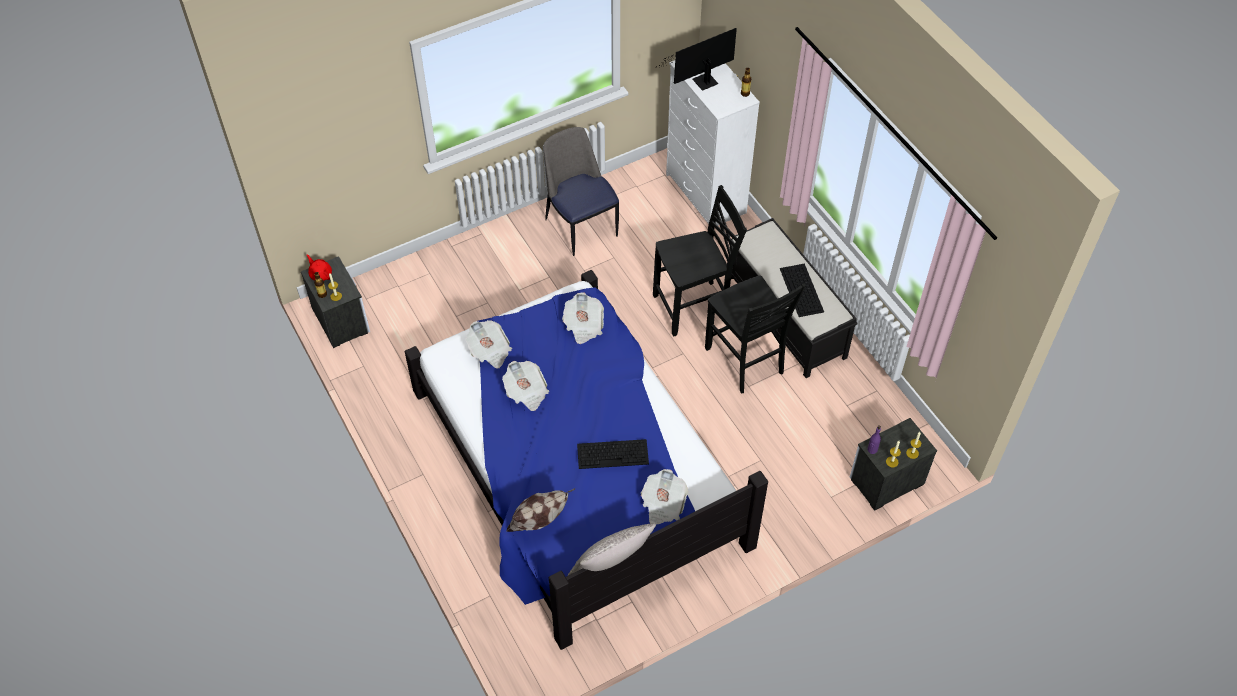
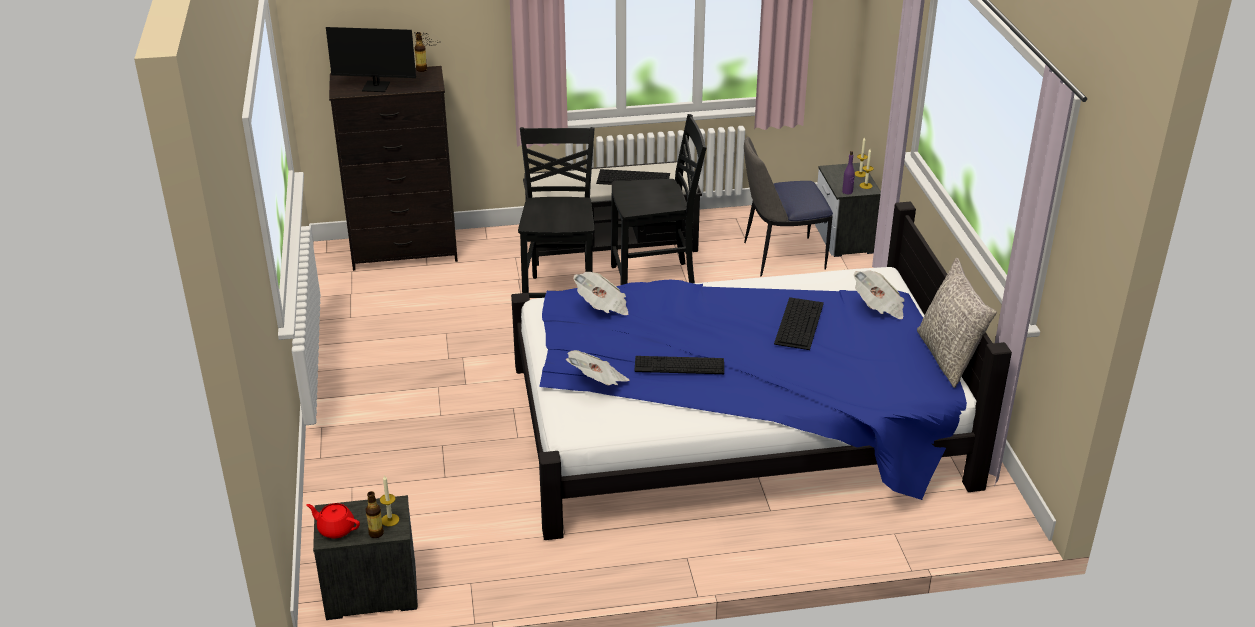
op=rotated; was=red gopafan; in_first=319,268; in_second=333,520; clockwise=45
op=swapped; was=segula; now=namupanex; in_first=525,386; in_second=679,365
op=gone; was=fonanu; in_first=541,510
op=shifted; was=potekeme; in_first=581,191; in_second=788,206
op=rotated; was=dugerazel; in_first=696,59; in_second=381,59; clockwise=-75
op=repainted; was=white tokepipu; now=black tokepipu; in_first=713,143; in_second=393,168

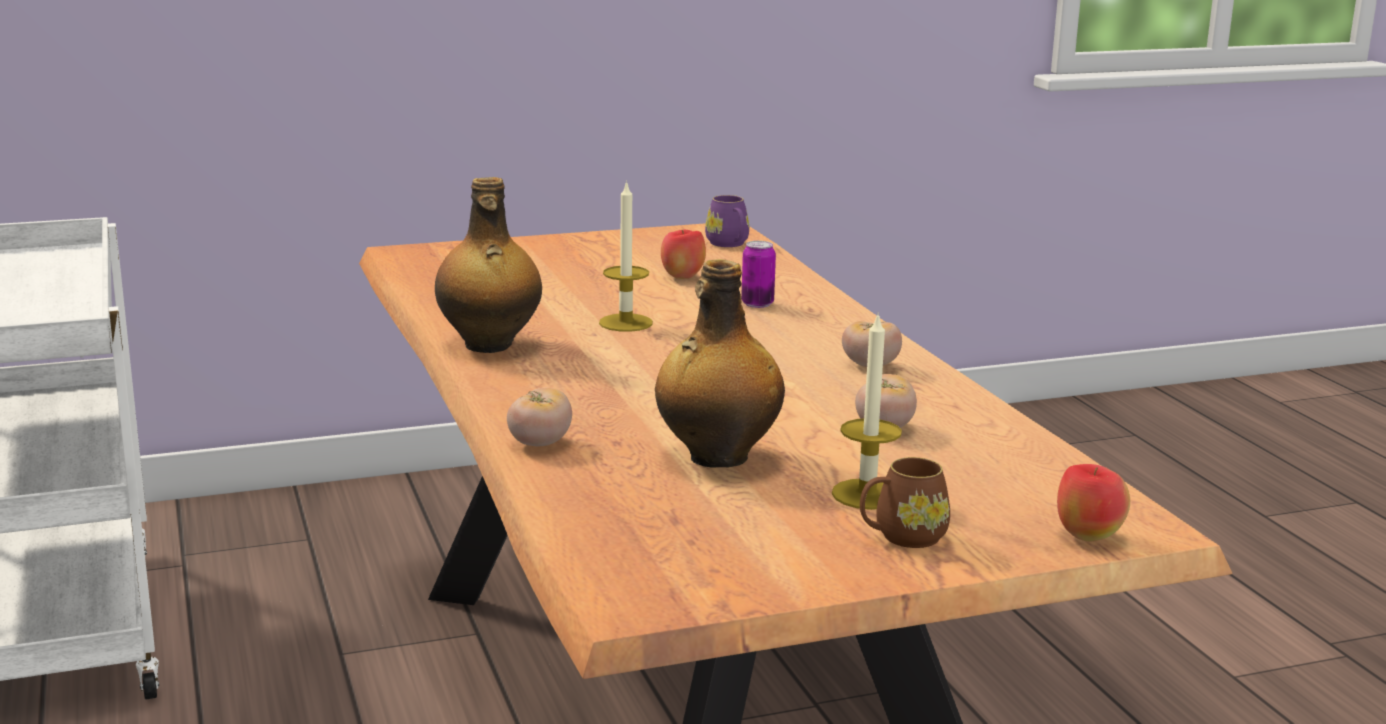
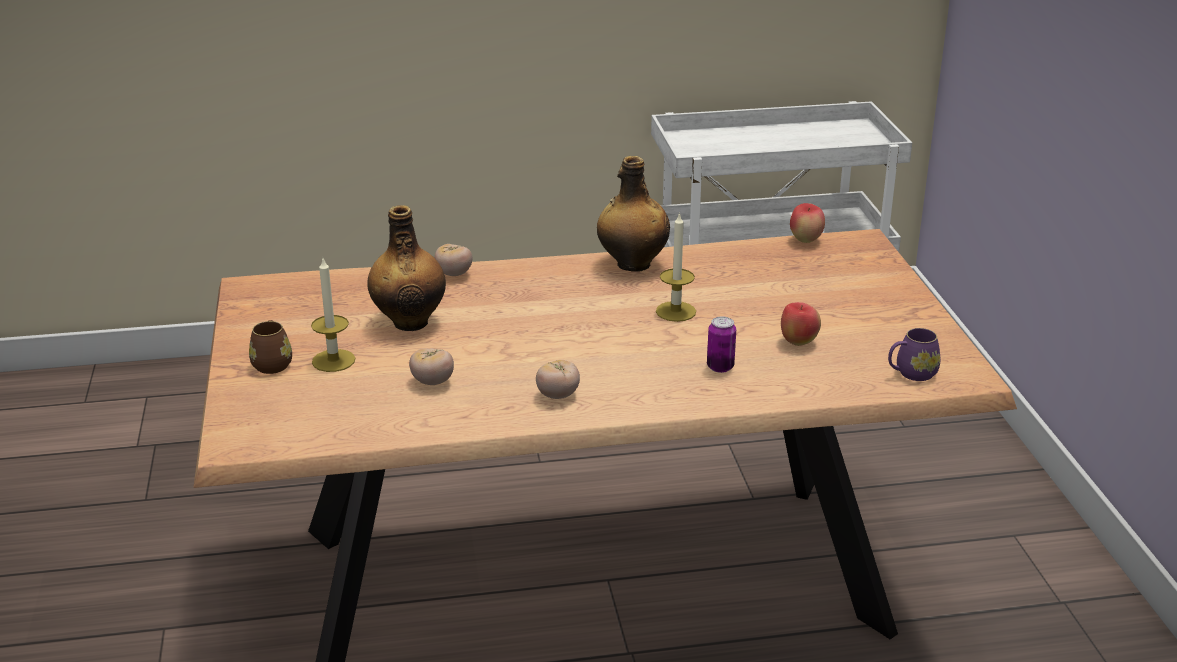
op=shifted; was=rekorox; in_first=1093,503; in_second=807,223

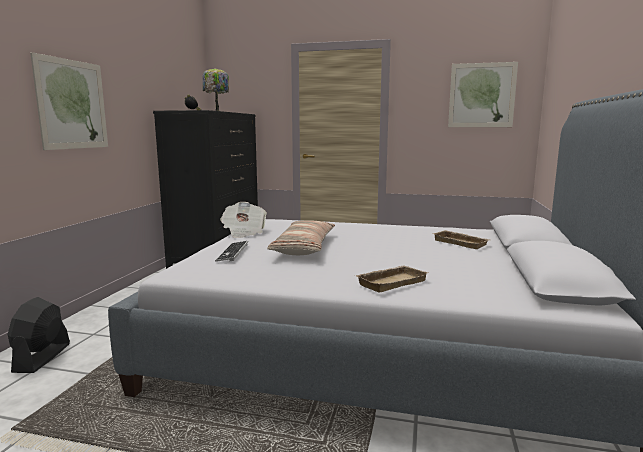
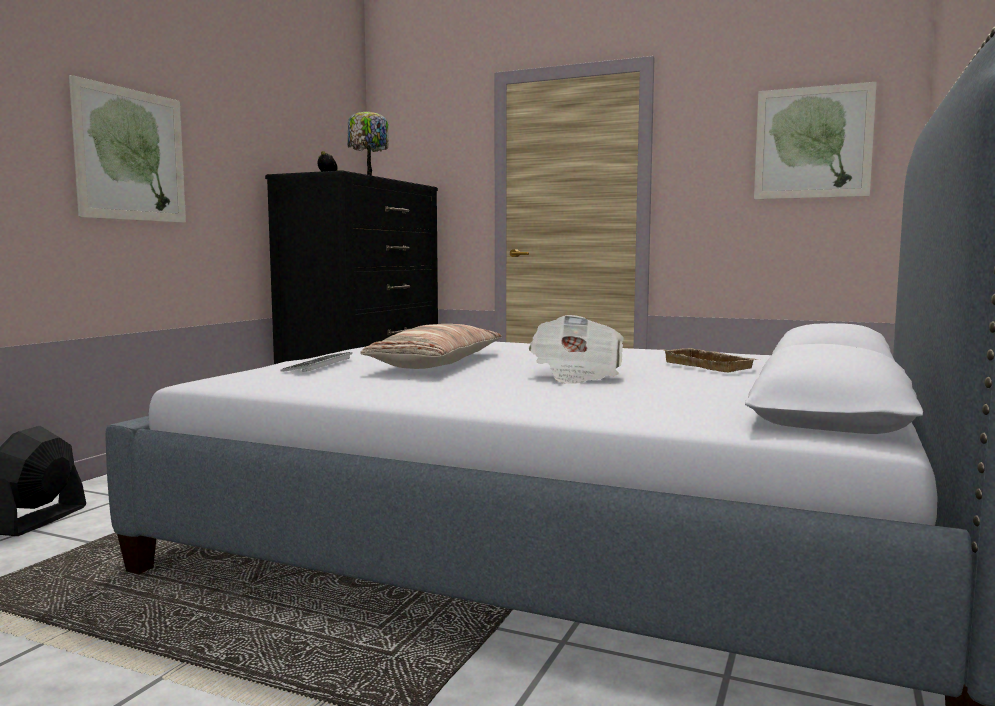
op=shifted; was=segula; in_first=243,220; in_second=576,349
op=gone; was=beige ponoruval; in_first=391,279

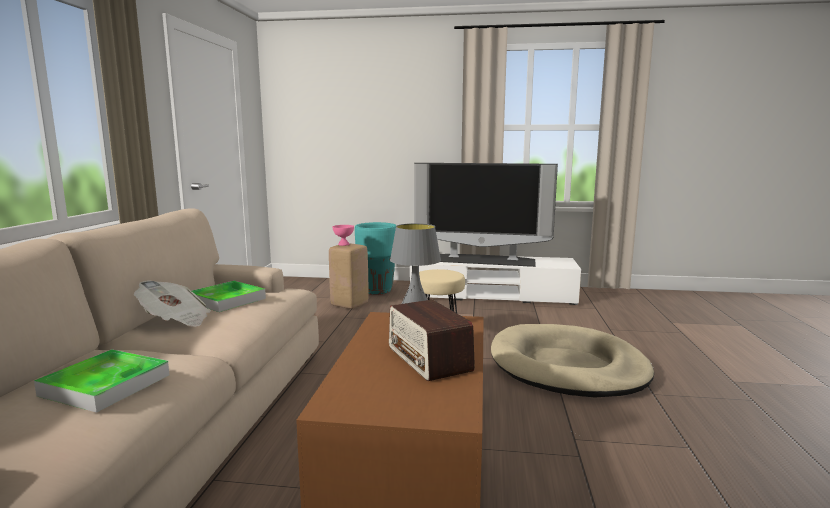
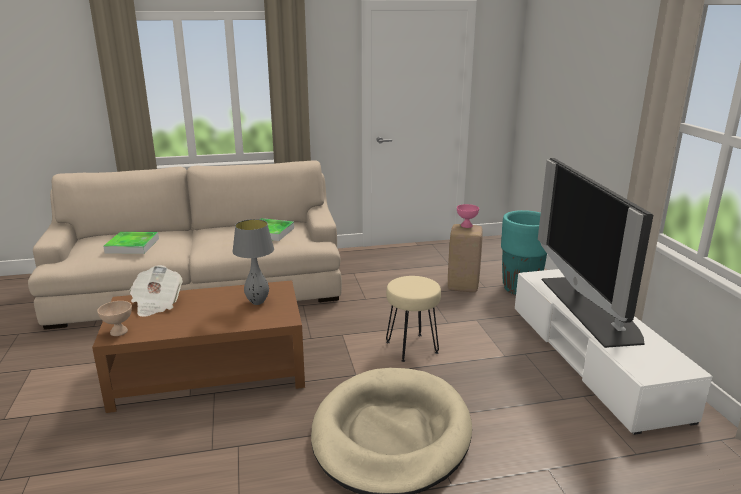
op=shifted; was=segula; in_first=172,303; in_second=156,291
op=gone; was=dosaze; in_first=432,340
op=new; now=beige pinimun; in_second=114,318

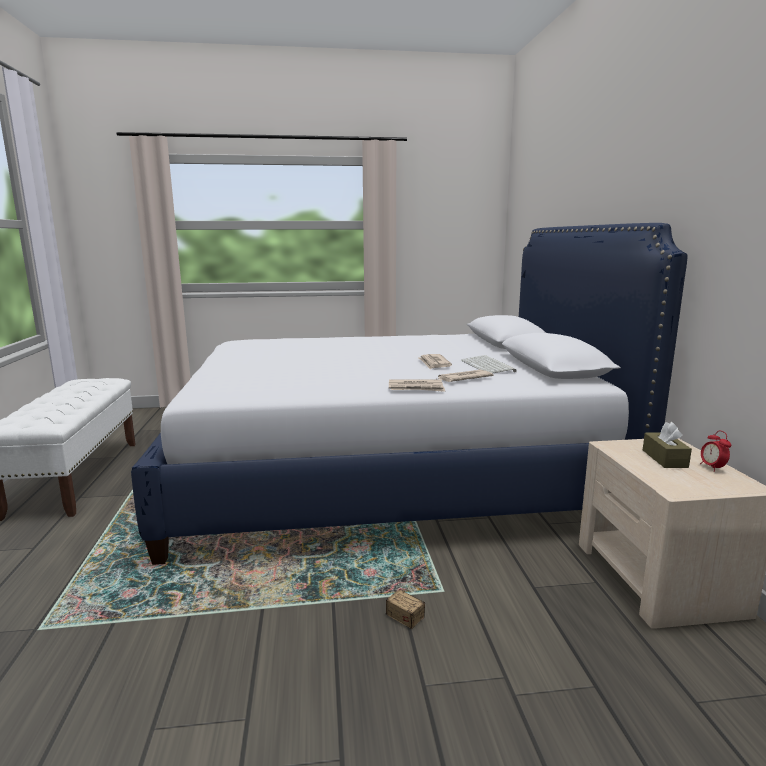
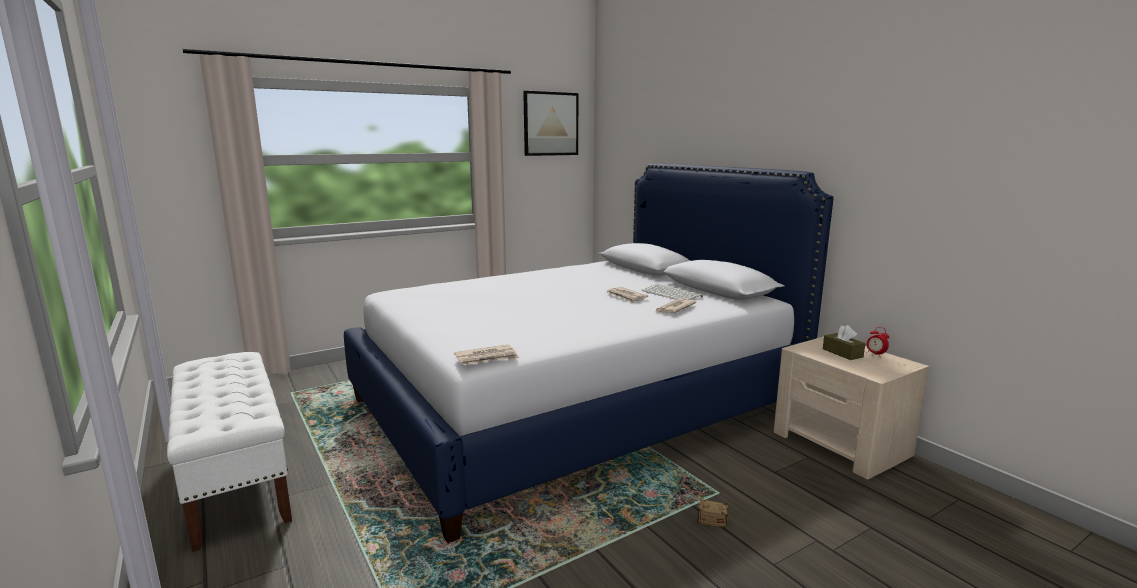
op=shifted; was=segula; in_first=417,386; in_second=486,354
op=new; now=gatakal; in_second=550,123

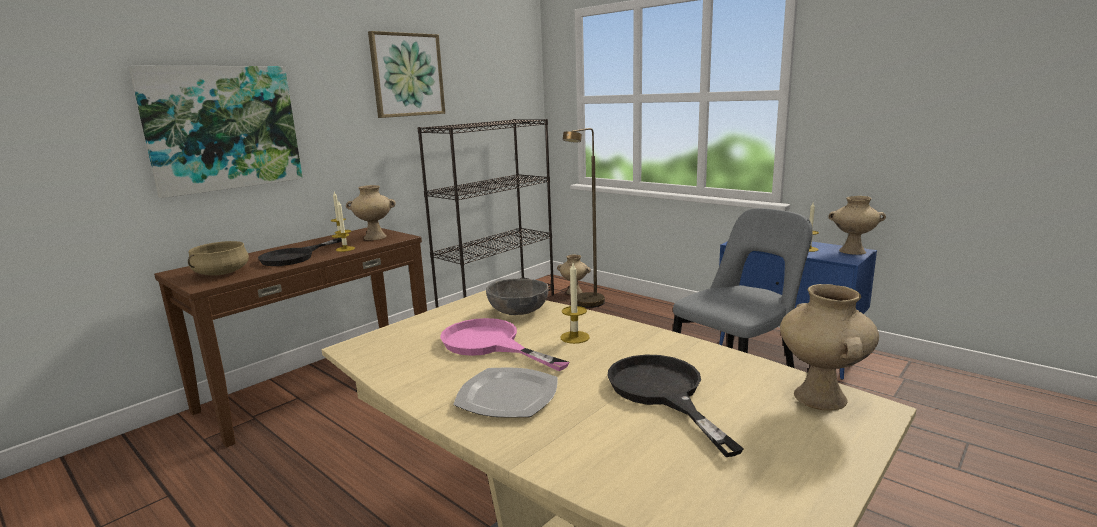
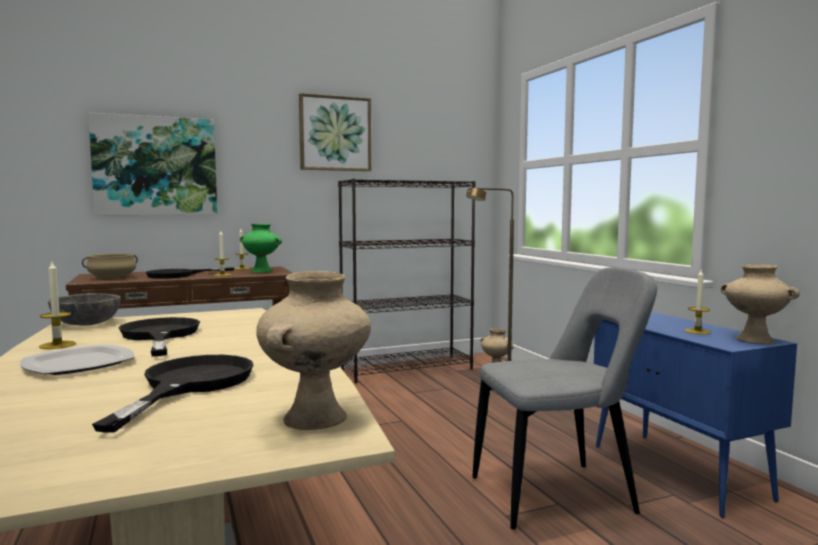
op=repainted; was=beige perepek; now=green perepek; in_first=371,212; in_second=261,248
op=repainted; was=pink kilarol; now=black kilarol; in_first=504,344; in_second=159,336
op=shifted; was=grey pinimun; in_first=517,297; in_second=84,309
op=shifted; was=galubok; in_first=575,303; in_second=57,305

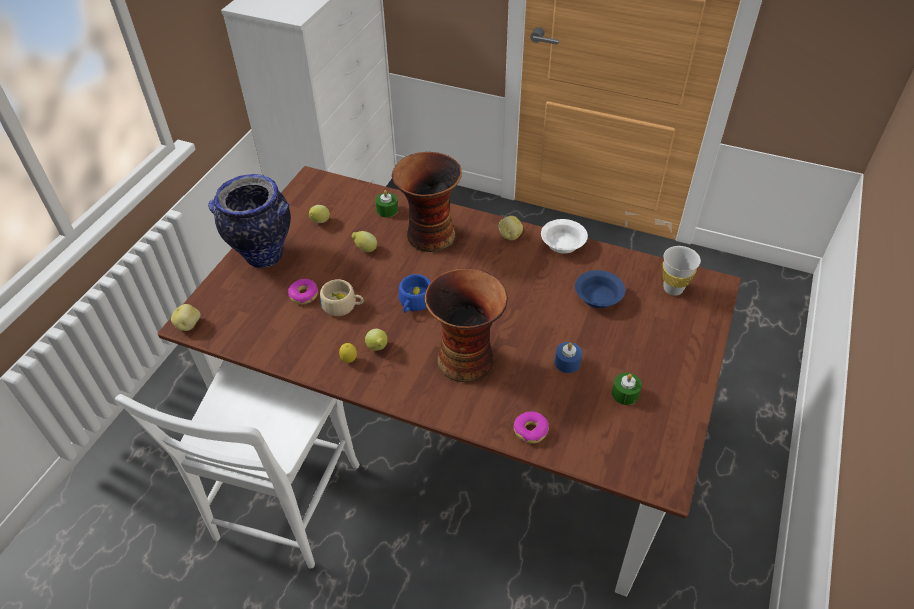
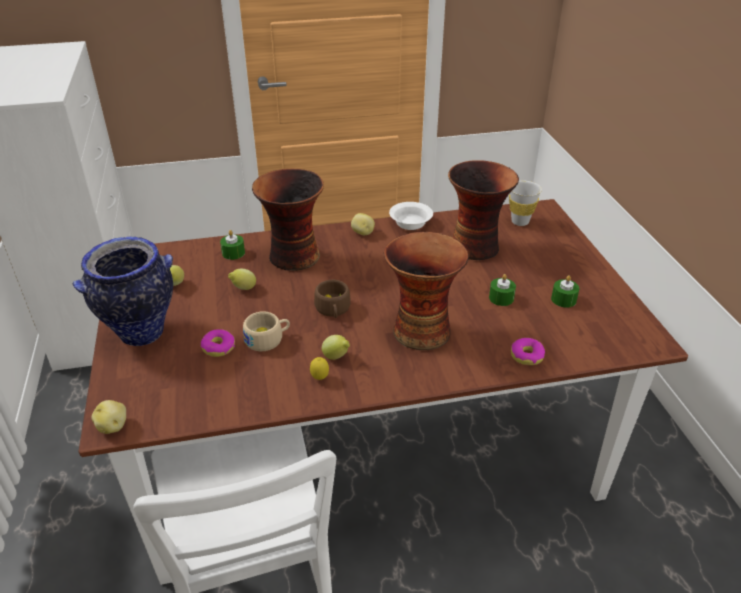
op=repainted; was=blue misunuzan; now=brown misunuzan; in_first=415,293; in_second=332,299
op=repainted; was=blue galubok; now=green galubok; in_first=568,357; in_second=502,290
op=swapped; was=blue pinimun; now=perepek; in_first=600,289; in_second=483,210

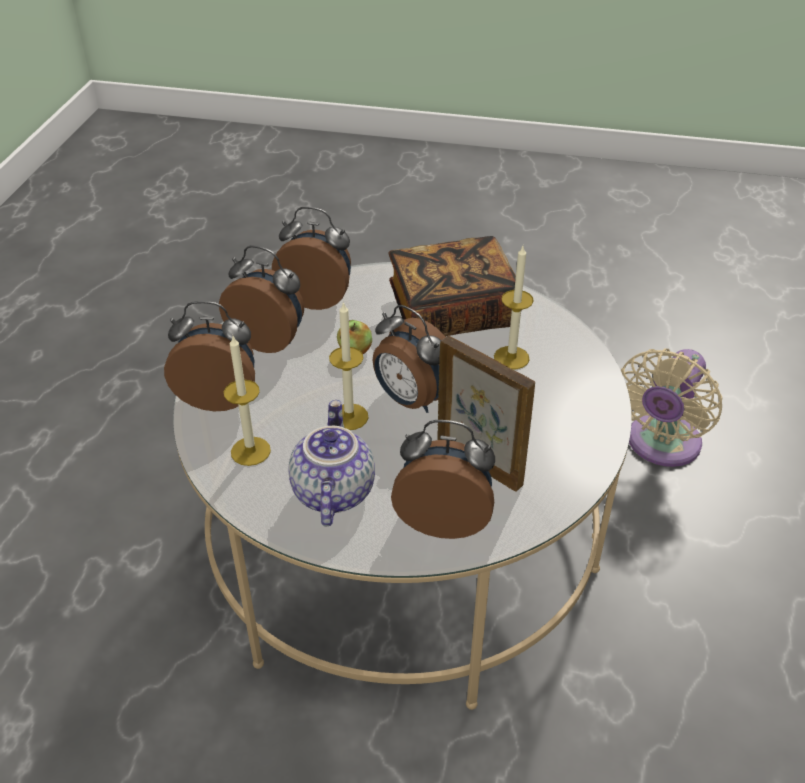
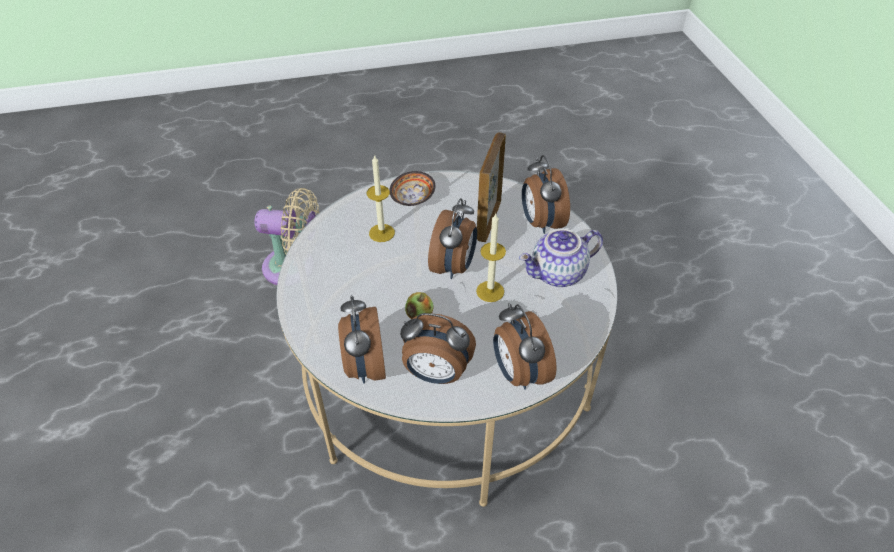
op=rotated; was=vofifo; in_first=261,299; in_second=438,348; clockwise=-75
op=gone; was=galubok; in_first=247,401
op=gone; was=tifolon; in_first=452,286
op=new; now=pinimun; in_second=412,188

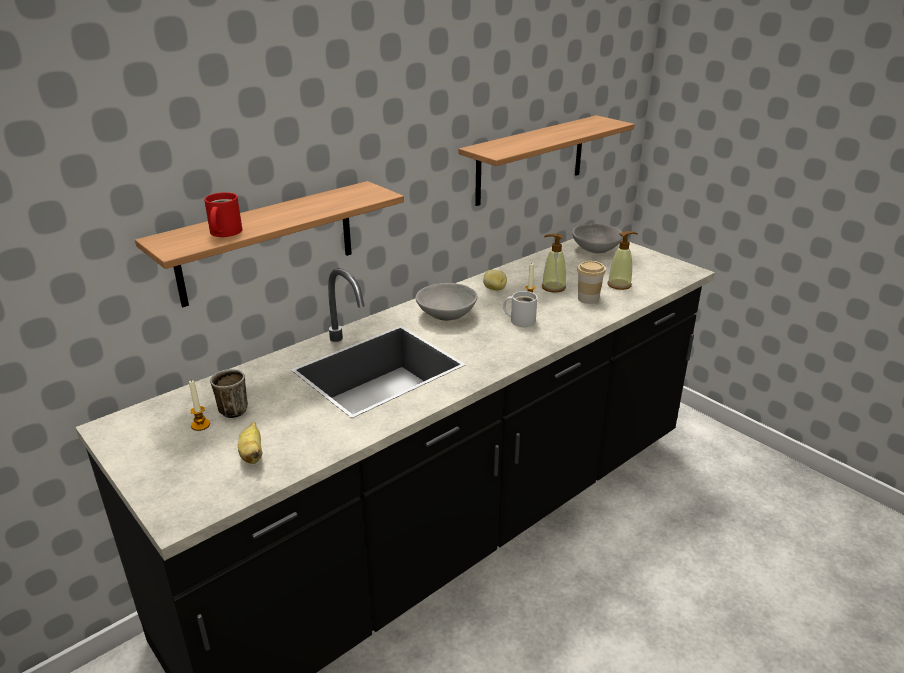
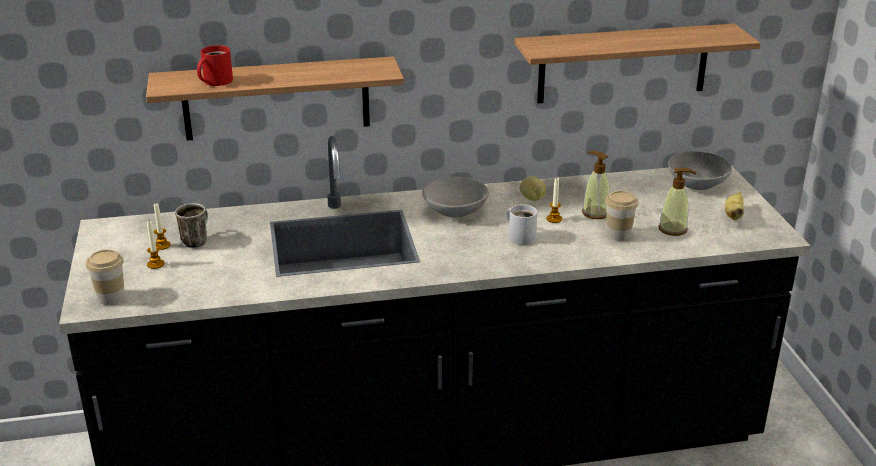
op=shifted; was=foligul; in_first=250,443; in_second=734,206
op=new; now=misunuzan; in_second=105,277
op=new; now=galubok; in_second=155,245

